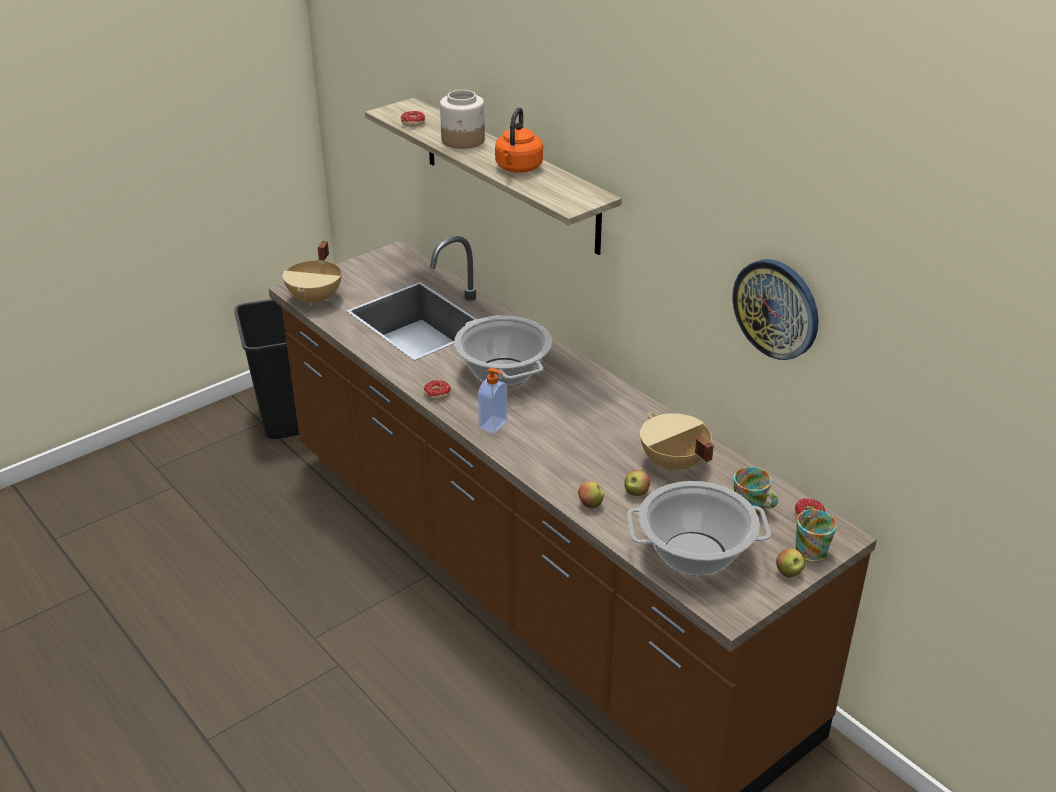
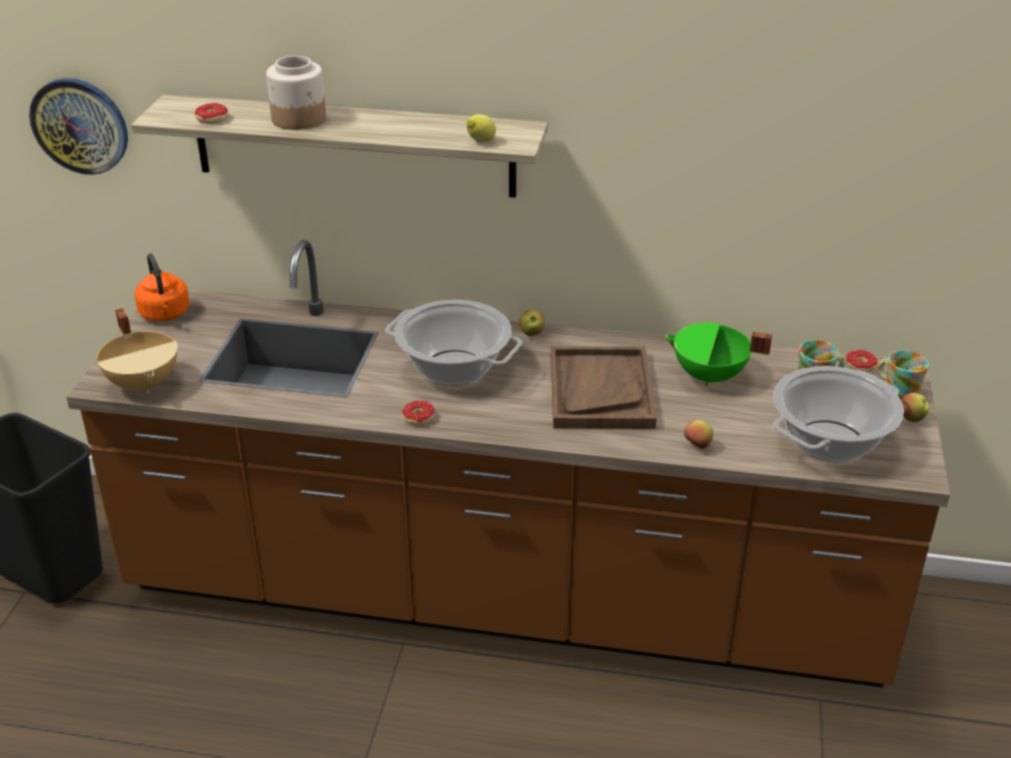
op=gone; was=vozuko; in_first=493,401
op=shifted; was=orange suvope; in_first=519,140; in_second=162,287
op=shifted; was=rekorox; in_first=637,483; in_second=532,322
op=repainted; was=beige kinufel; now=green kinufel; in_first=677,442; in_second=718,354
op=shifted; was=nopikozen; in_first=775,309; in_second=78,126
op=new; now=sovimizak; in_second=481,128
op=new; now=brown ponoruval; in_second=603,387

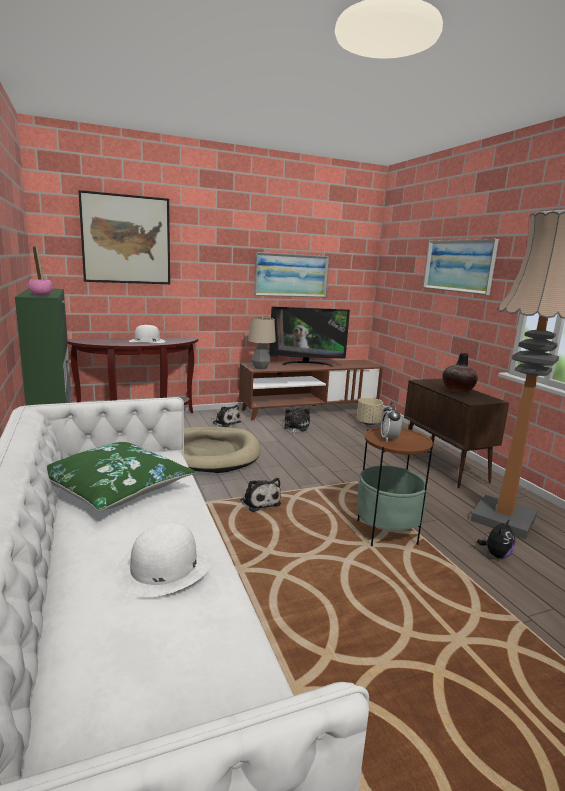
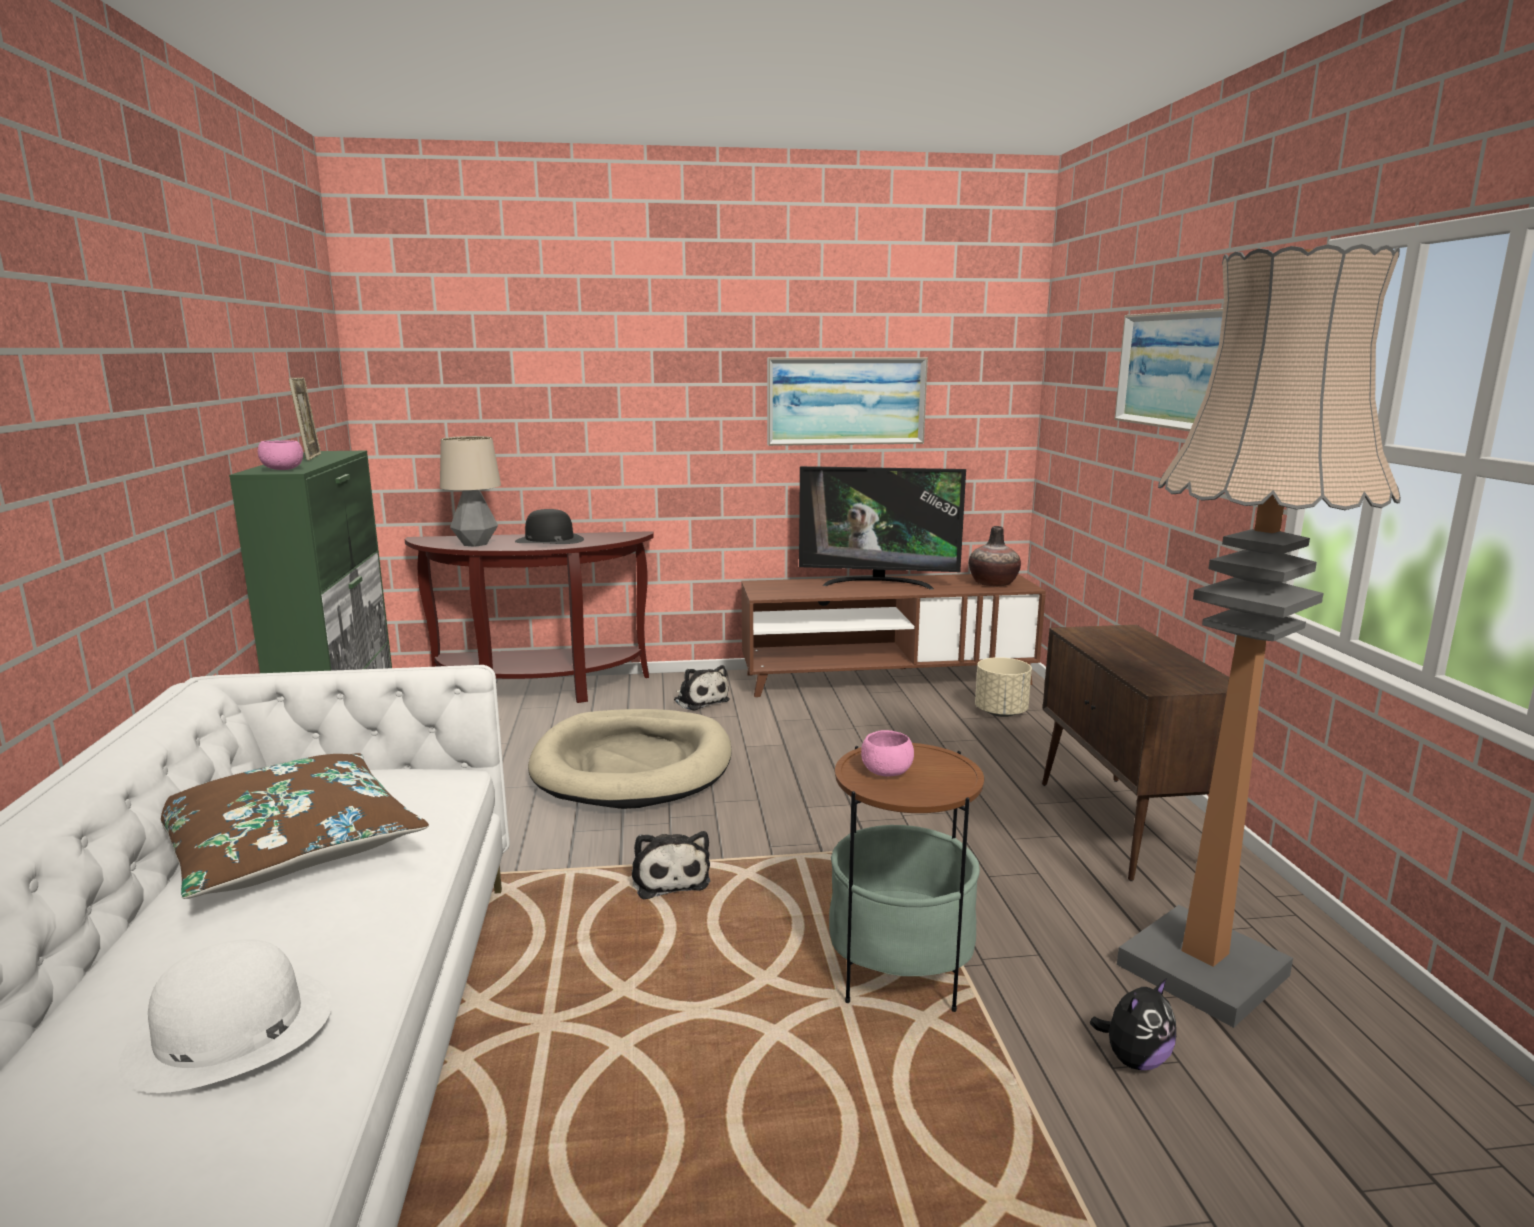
op=repainted; was=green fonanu; now=brown fonanu; in_first=121,477; in_second=295,826
op=gone; was=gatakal; in_first=124,237
op=repainted; was=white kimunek; now=black kimunek; in_first=147,334; in_second=549,526
op=shifted; was=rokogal; in_first=262,343; in_second=470,491
op=gone; was=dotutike; in_first=297,421
op=swapped; was=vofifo; now=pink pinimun; in_first=391,421; in_second=887,753
op=shifted; was=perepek; in_first=460,373; in_second=995,556

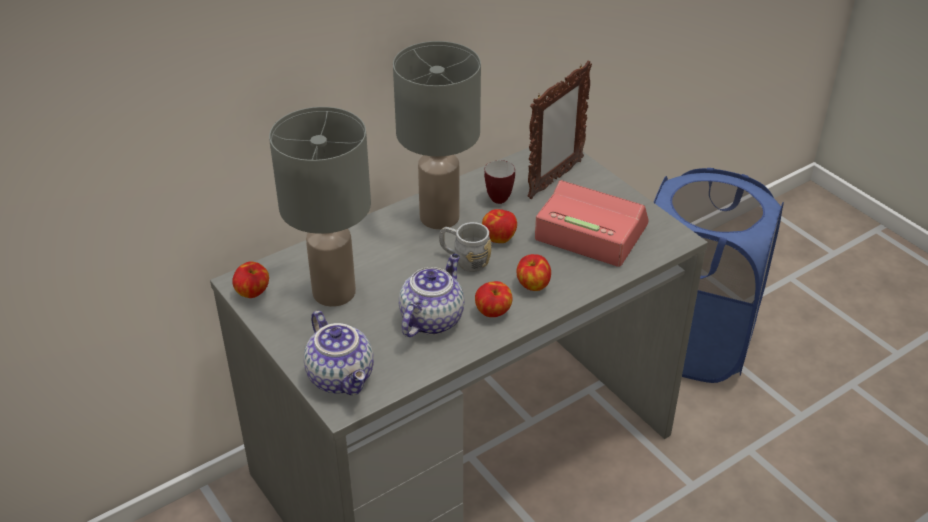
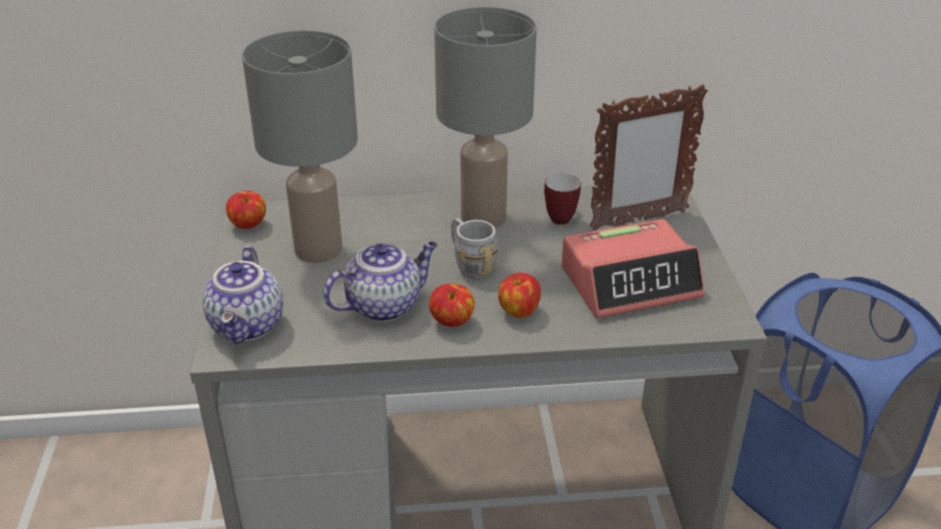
op=gone; was=rekorox; in_first=499,226
op=rotated; was=vofifo; in_first=592,223; in_second=633,268; clockwise=105

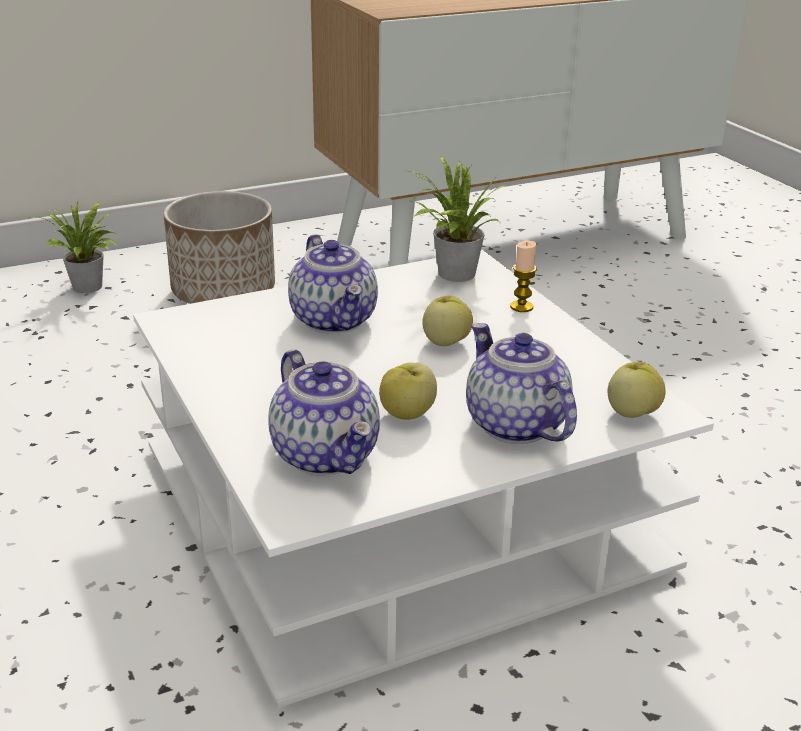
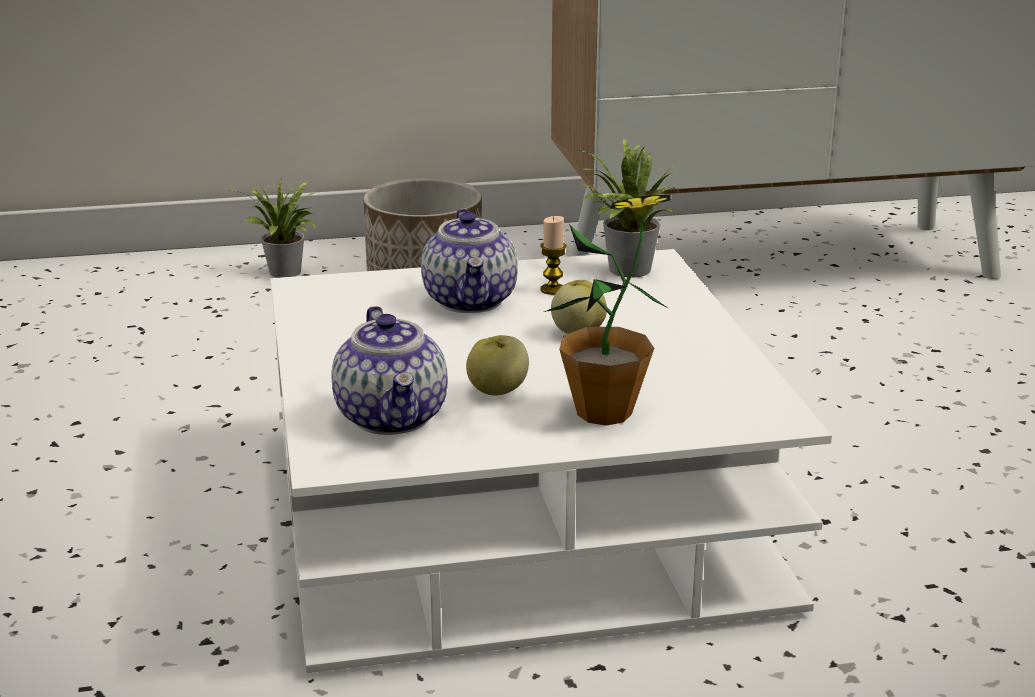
op=swapped; was=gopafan; now=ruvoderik; in_first=521,383; in_second=607,310
op=shifted; was=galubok; in_first=523,276; in_second=553,255
op=gone; was=rekorox; in_first=637,390

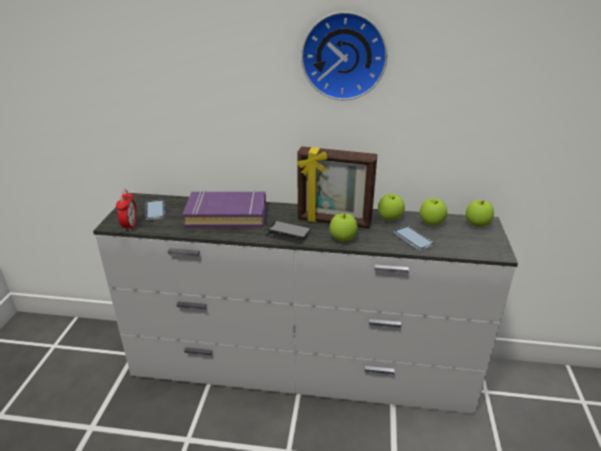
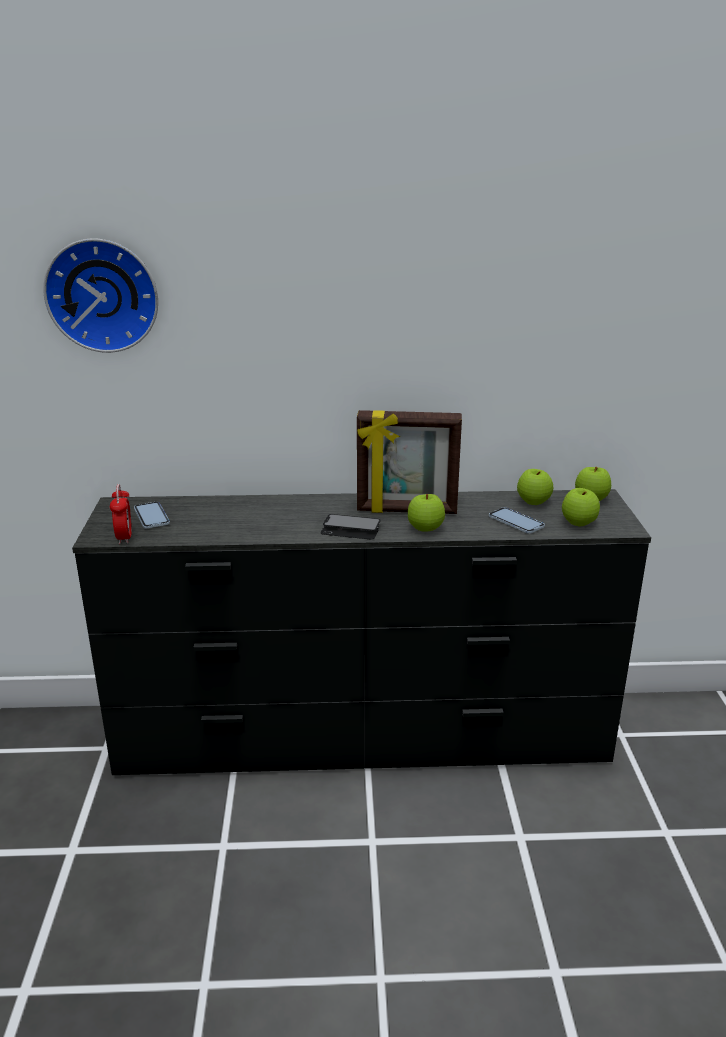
op=repainted; was=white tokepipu; now=black tokepipu; in_first=305,303; in_second=361,632
op=gone; was=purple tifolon; in_first=224,209
op=shifted; was=nopikozen; in_first=344,55; in_second=100,295
op=shifted; was=rekorox; in_first=391,207; in_second=581,507

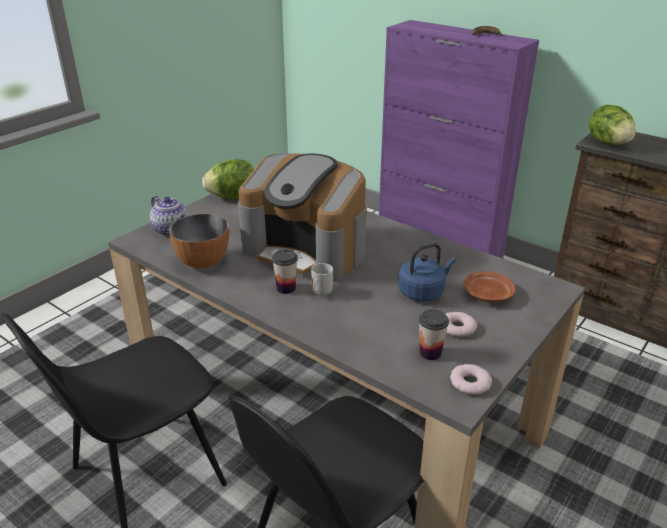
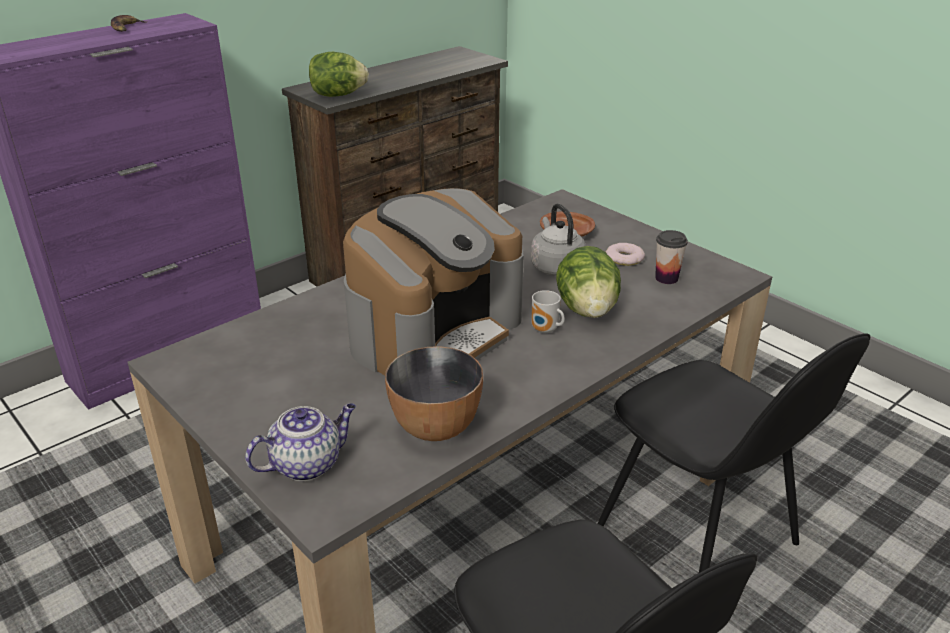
op=shifted; was=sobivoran; in_first=228,179; in_second=588,282
op=gone; was=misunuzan; in_first=285,271
op=repainted; was=blue suvope; now=grey suvope; in_first=427,272; in_second=558,239
op=gone; was=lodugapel; in_first=471,379

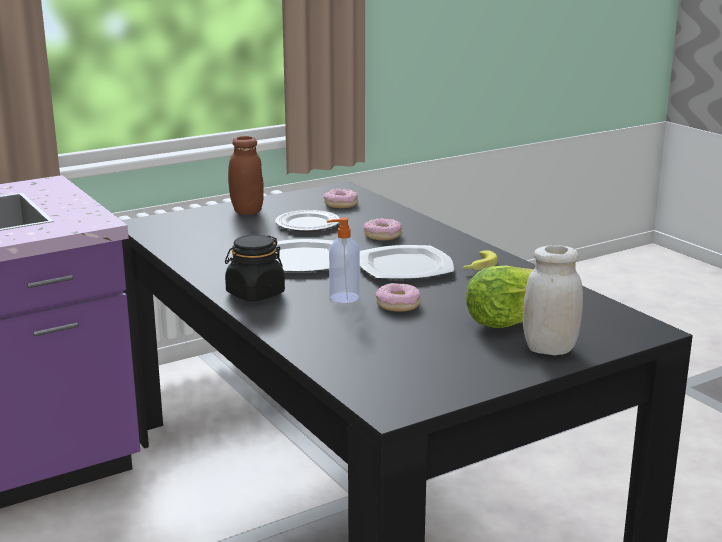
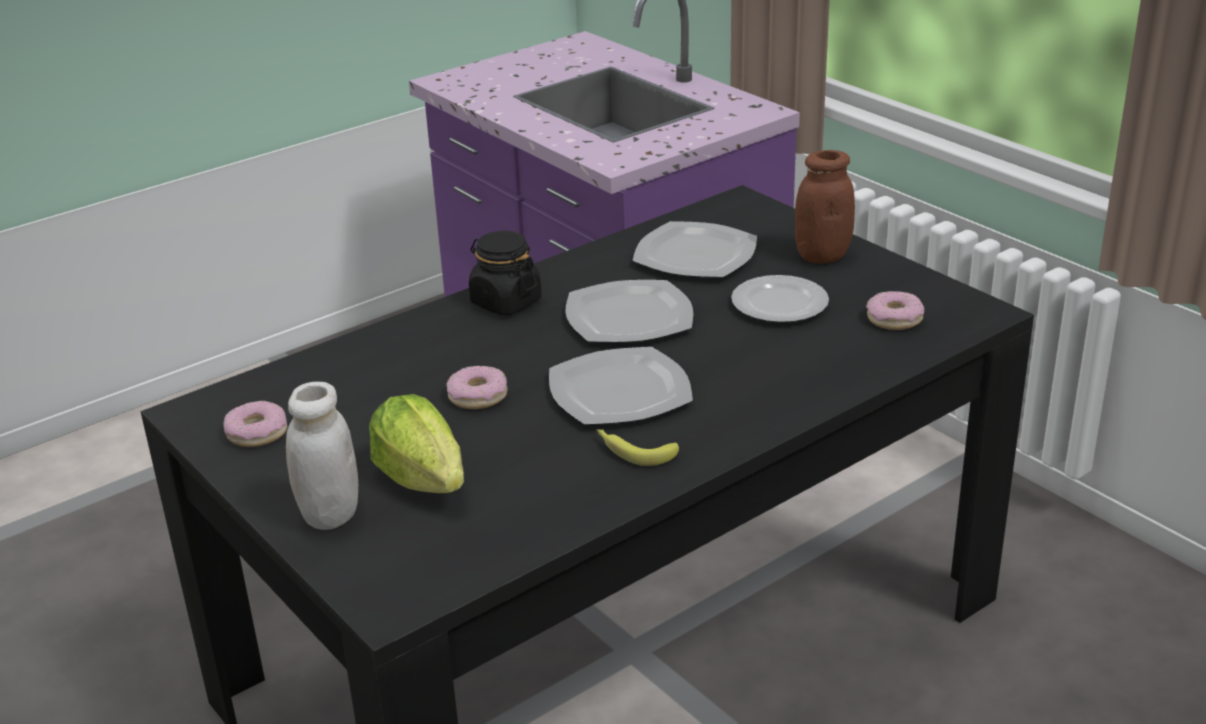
op=gone; was=vozuko; in_first=343,260
op=shifted; was=lodugapel; in_first=382,229; in_second=255,424
op=new; now=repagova; in_second=695,249

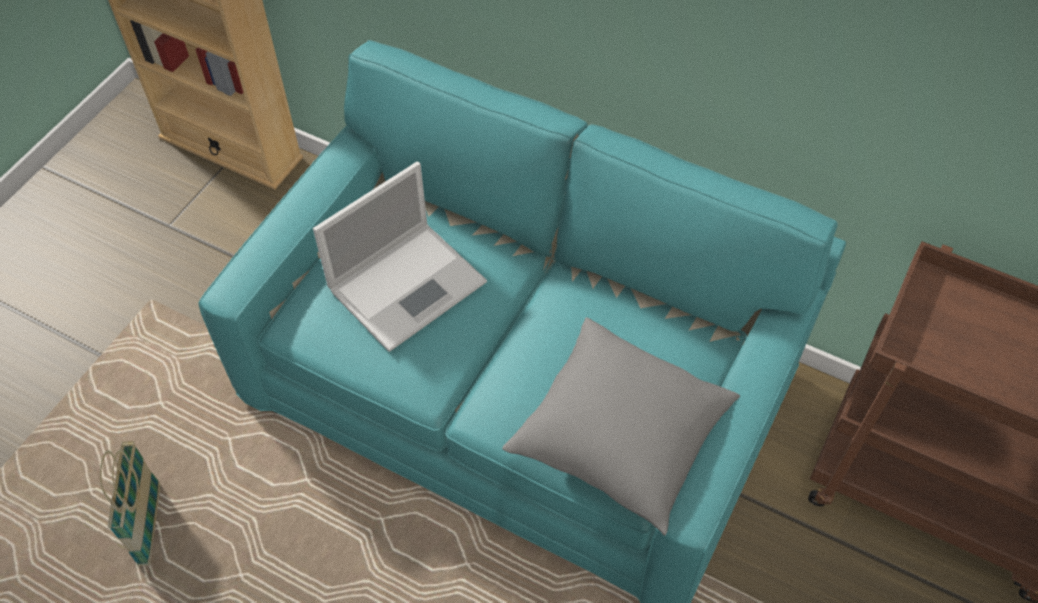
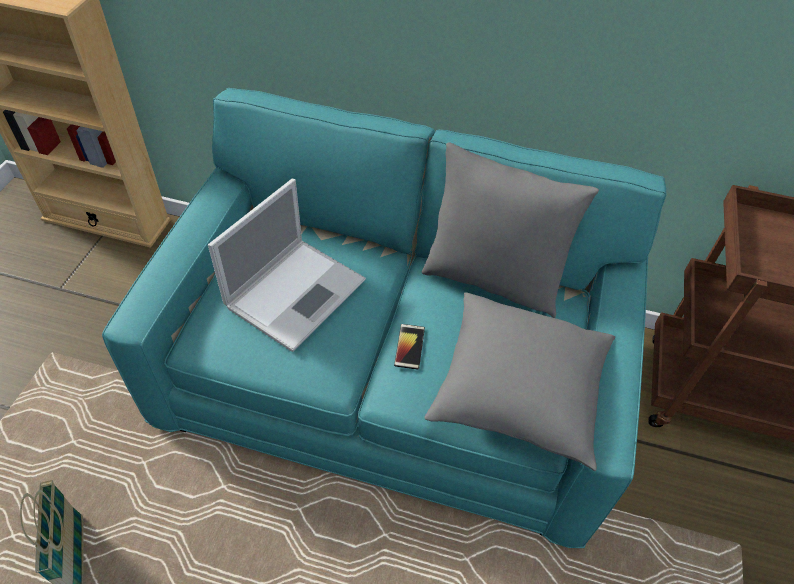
op=new; now=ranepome; in_second=409,347
op=new; now=grey fonanu; in_second=510,230

